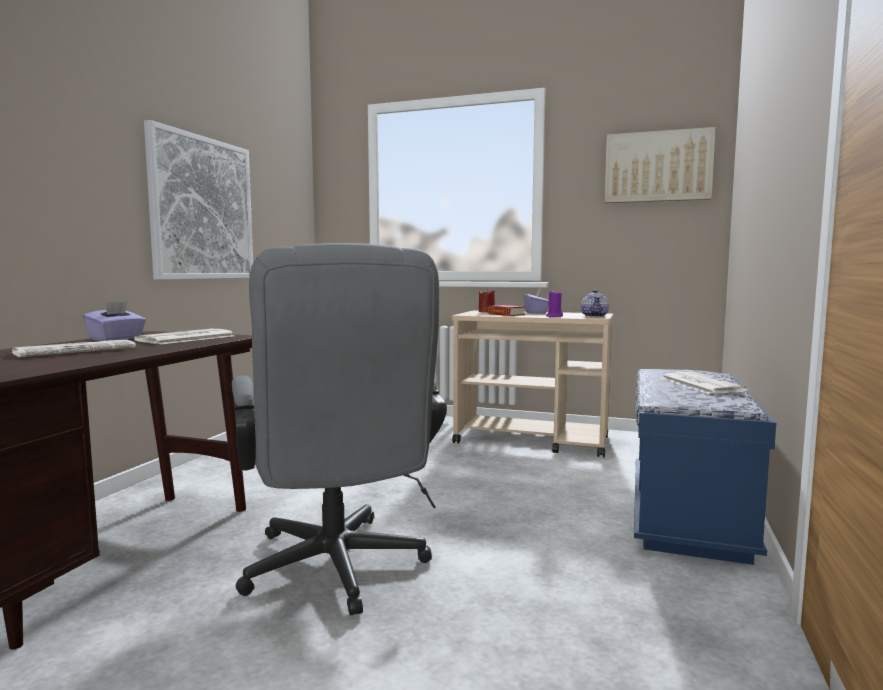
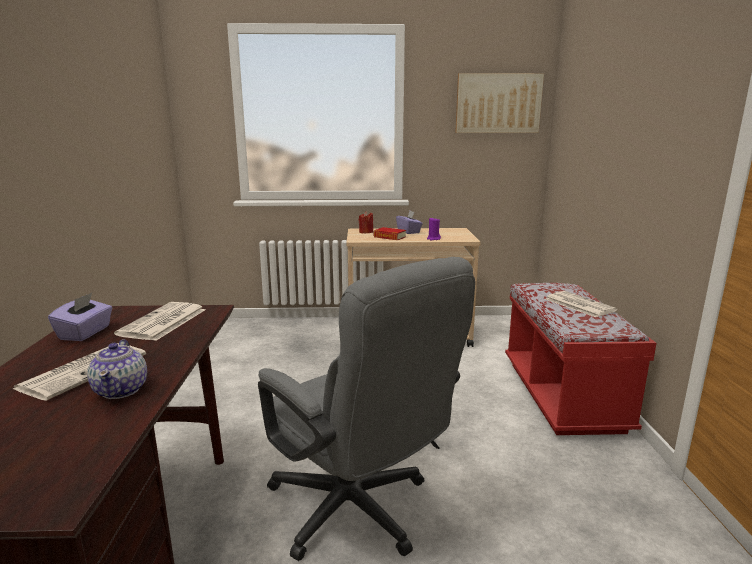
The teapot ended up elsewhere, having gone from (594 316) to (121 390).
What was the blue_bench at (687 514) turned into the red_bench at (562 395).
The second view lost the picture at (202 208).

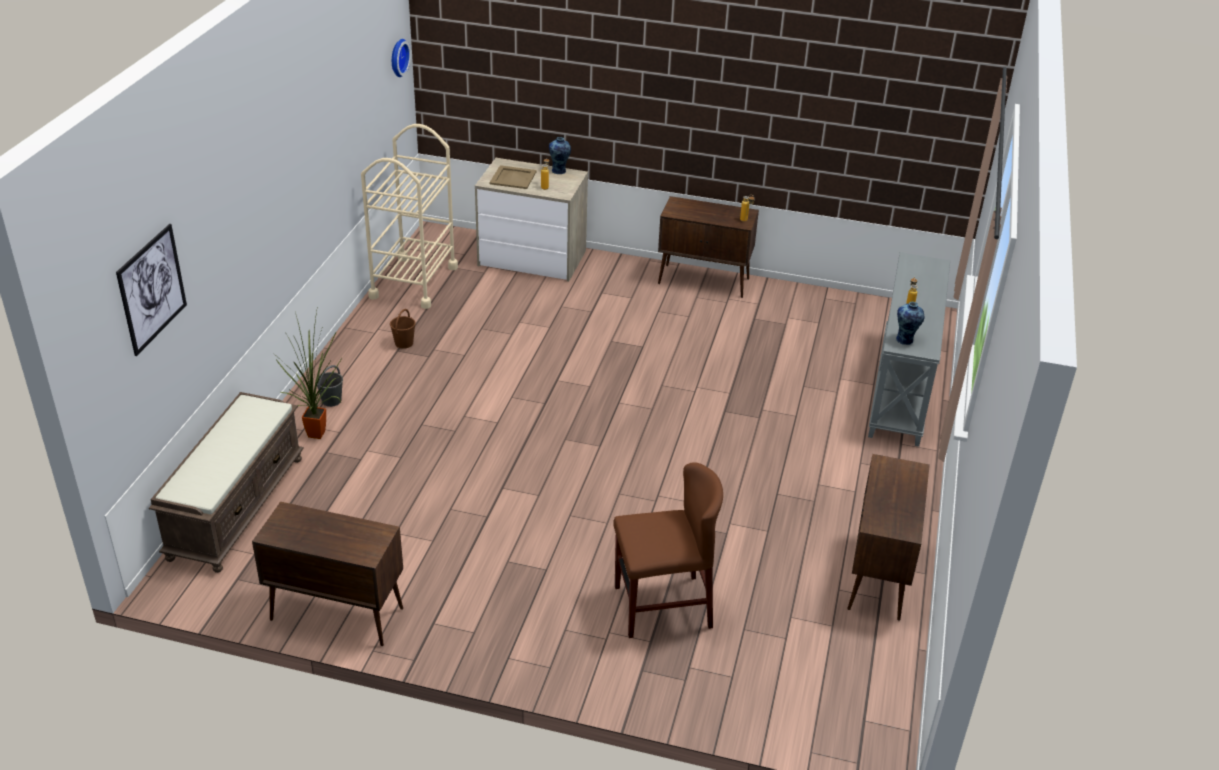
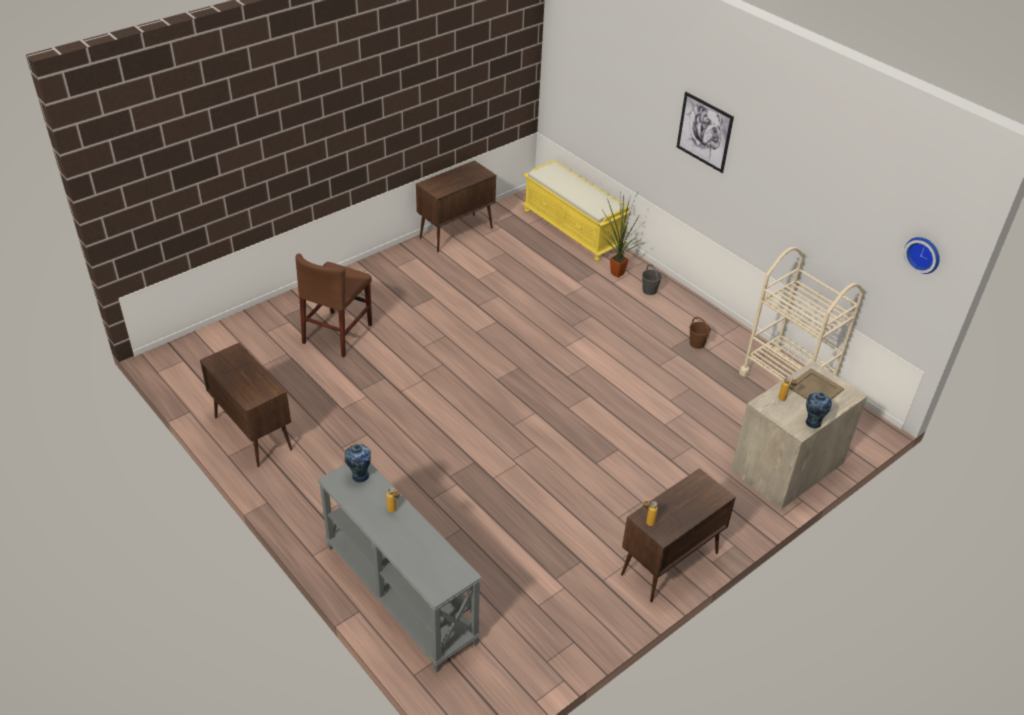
What was the brown_bench at (236 506) turned into the yellow_bench at (573 229).
The picture ended up elsewhere, having gone from (152 289) to (704 132).

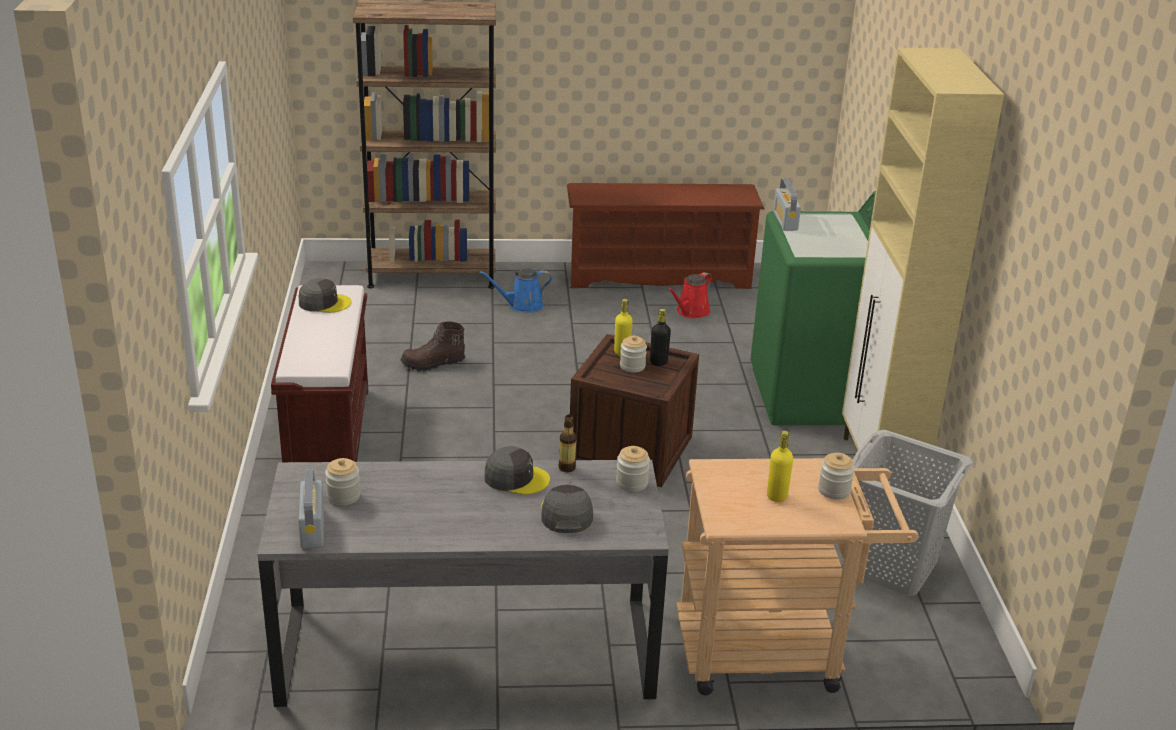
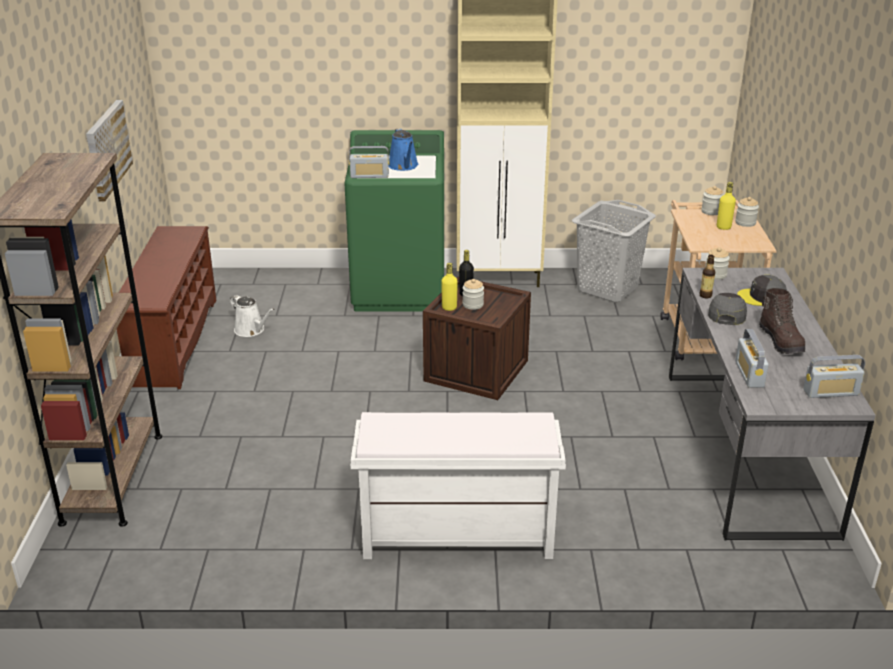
The second view gained the picture at (107 149).
What was the red_watering_can at (691 312) turned into the white_watering_can at (251 330).
What was the brown_bench at (328 436) turned into the white_bench at (455 536).
The blue_watering_can ended up elsewhere, having gone from (522 305) to (404 166).
The jar ended up elsewhere, having gone from (343 496) to (745 223).
The second view gained the radio at (749 374).
The brown_boot ended up elsewhere, having gone from (433 364) to (781 341).
The second view lost the grey_cap at (324 303).

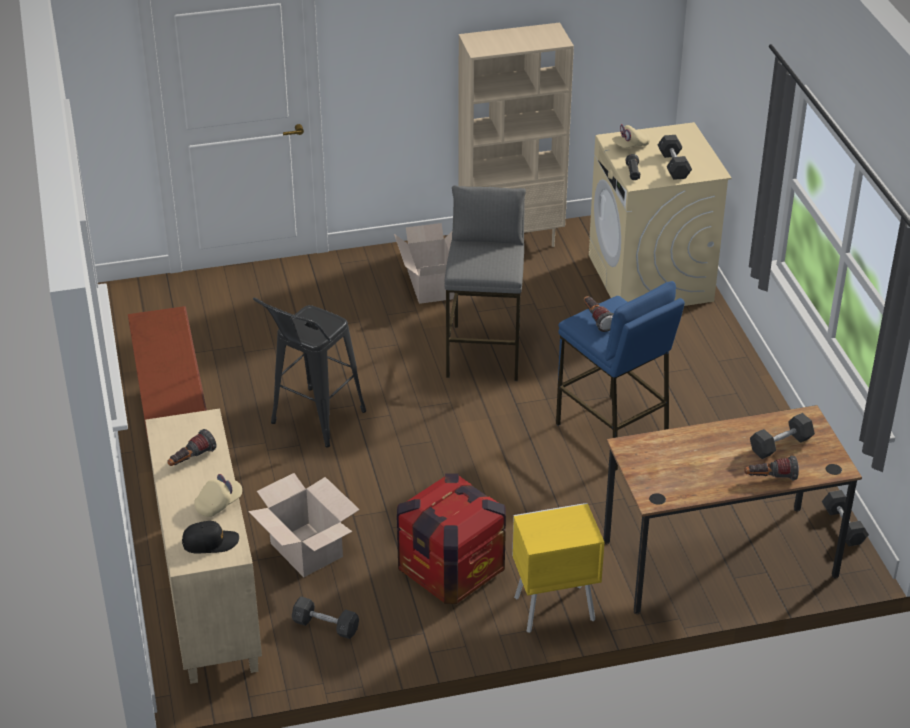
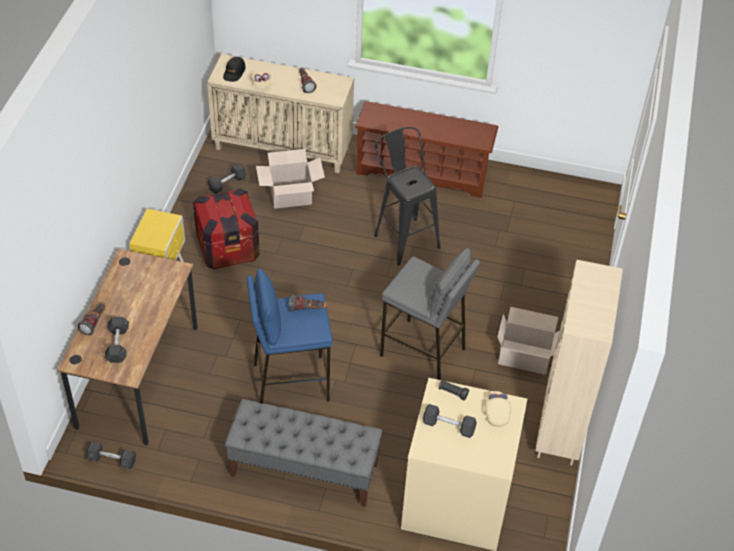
The second view gained the grey_bench at (303 470).

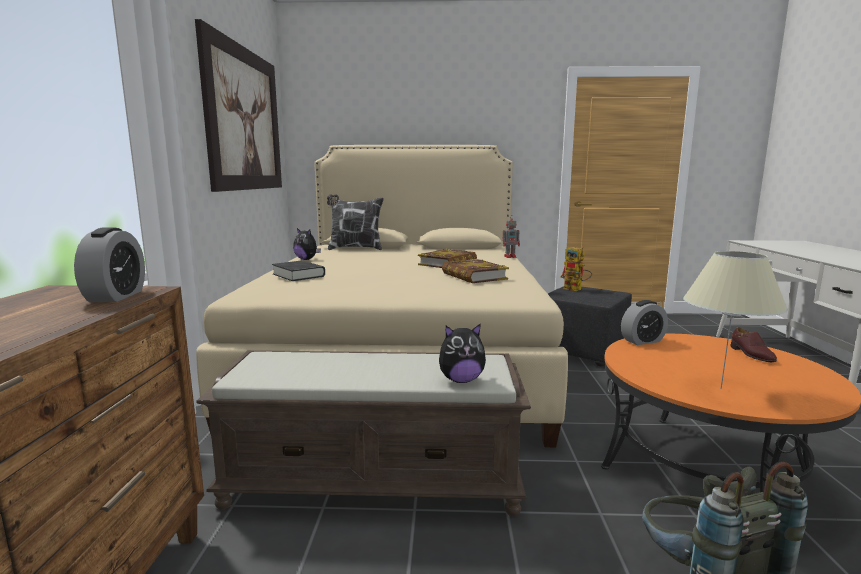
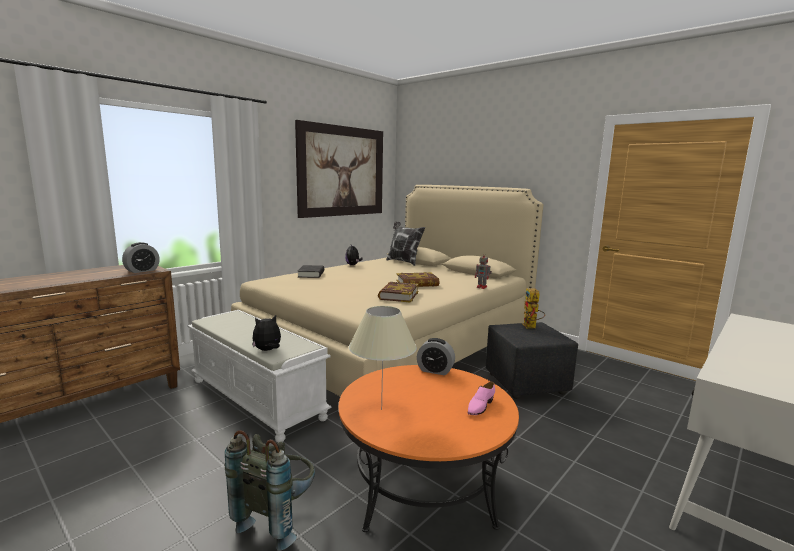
What was the brown_bench at (375 481) turned into the white_bench at (258 398).
The plush_toy at (461 380) ended up facing another way, 120 degrees clockwise from before.
What was the brown_shoe at (751 354) turned into the pink_shoe at (480 406).

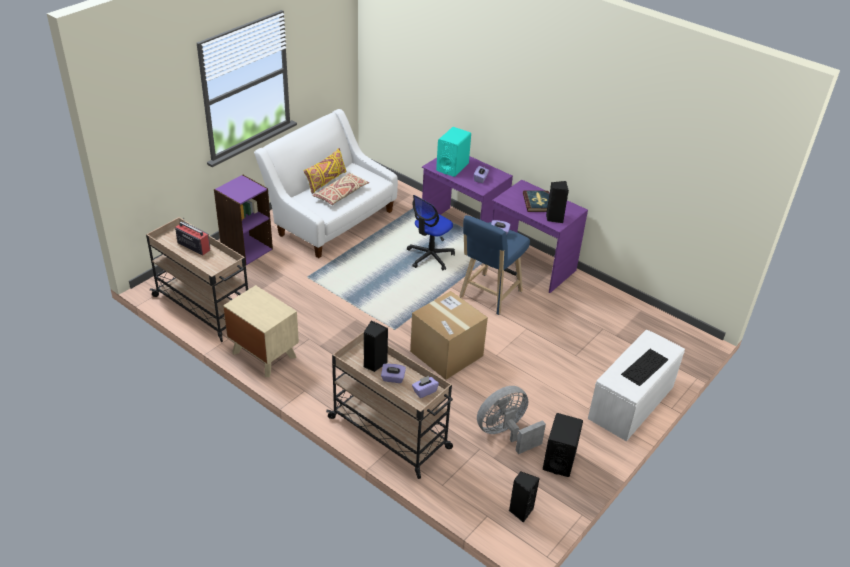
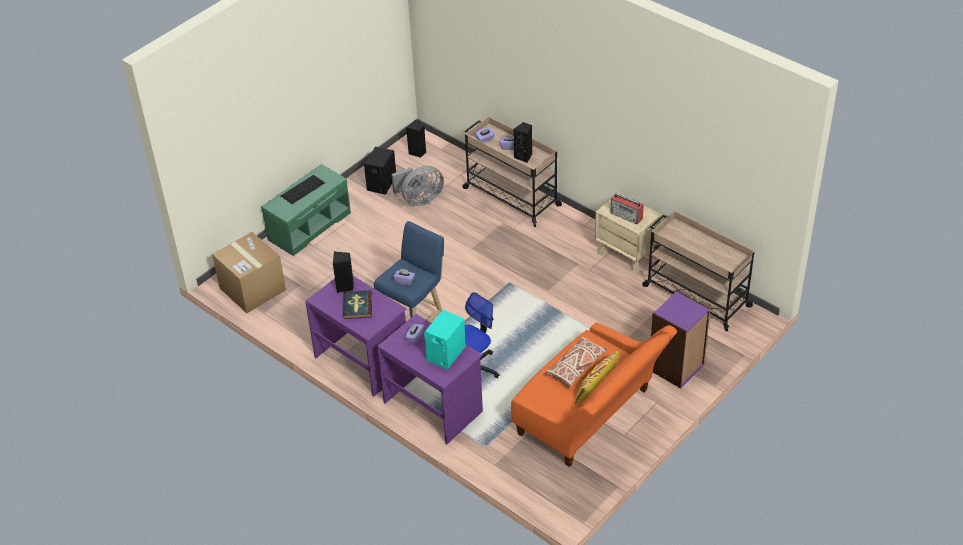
The cardboard_box ended up elsewhere, having gone from (446 353) to (252 289).
What was the white_bench at (631 403) turned into the green_bench at (309 225).
What was the white_sofa at (331 220) turned into the orange_sofa at (590 416).
The radio ended up elsewhere, having gone from (193 246) to (626 216).

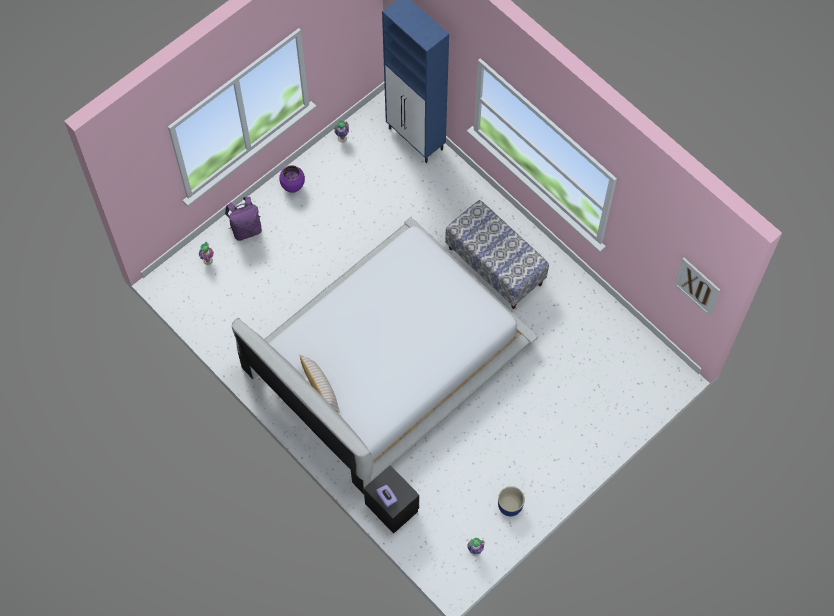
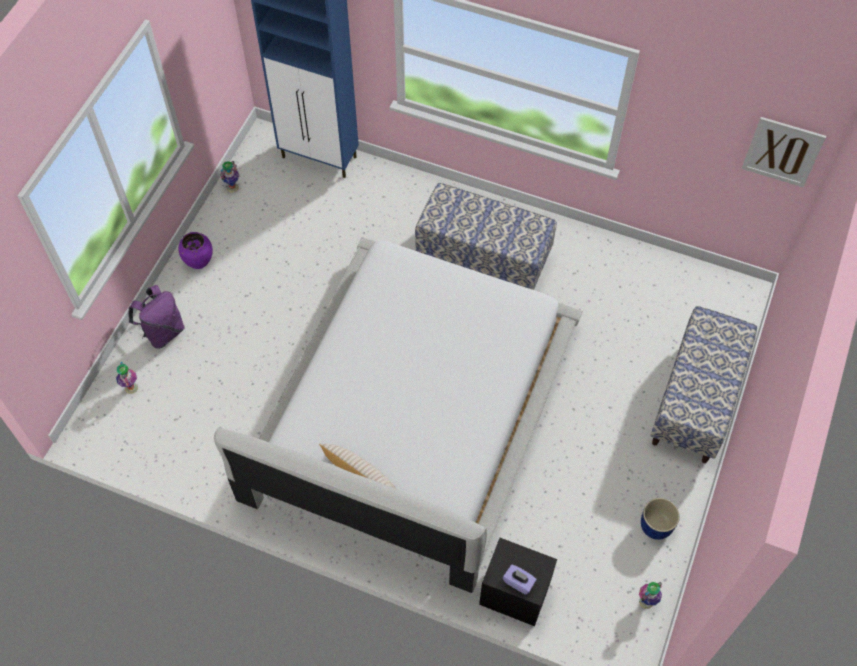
The second view gained the bench at (696 400).

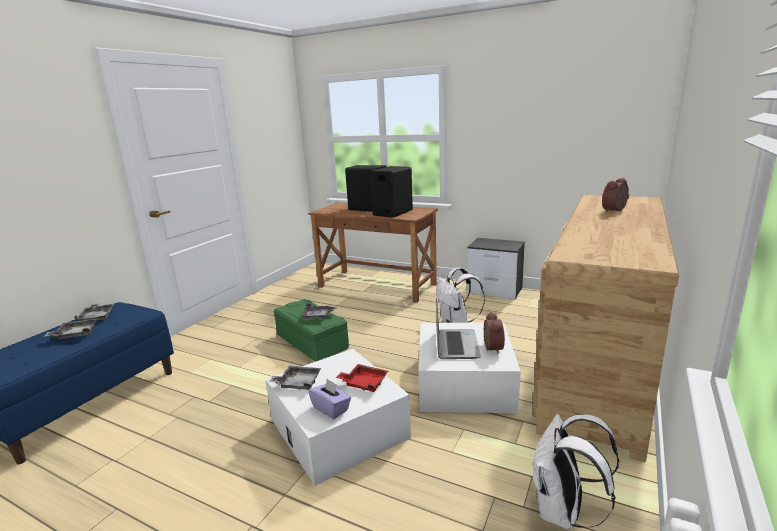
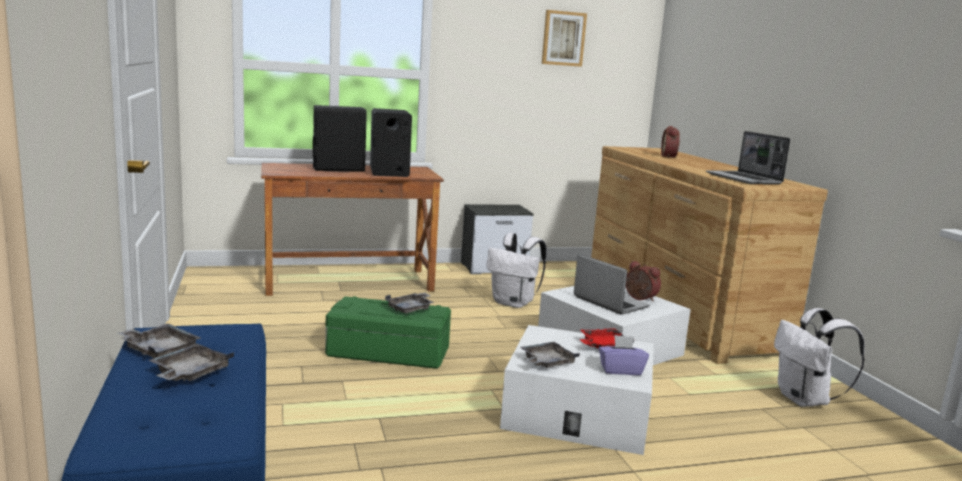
The second view gained the picture at (563 38).
The second view gained the laptop at (744 179).

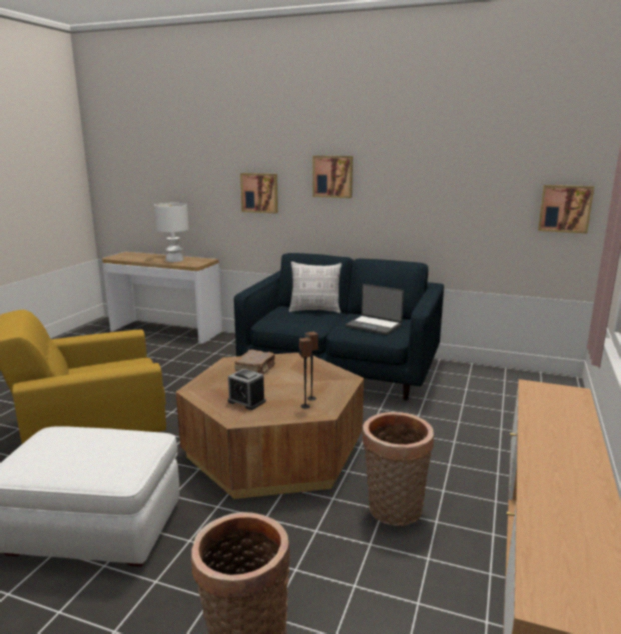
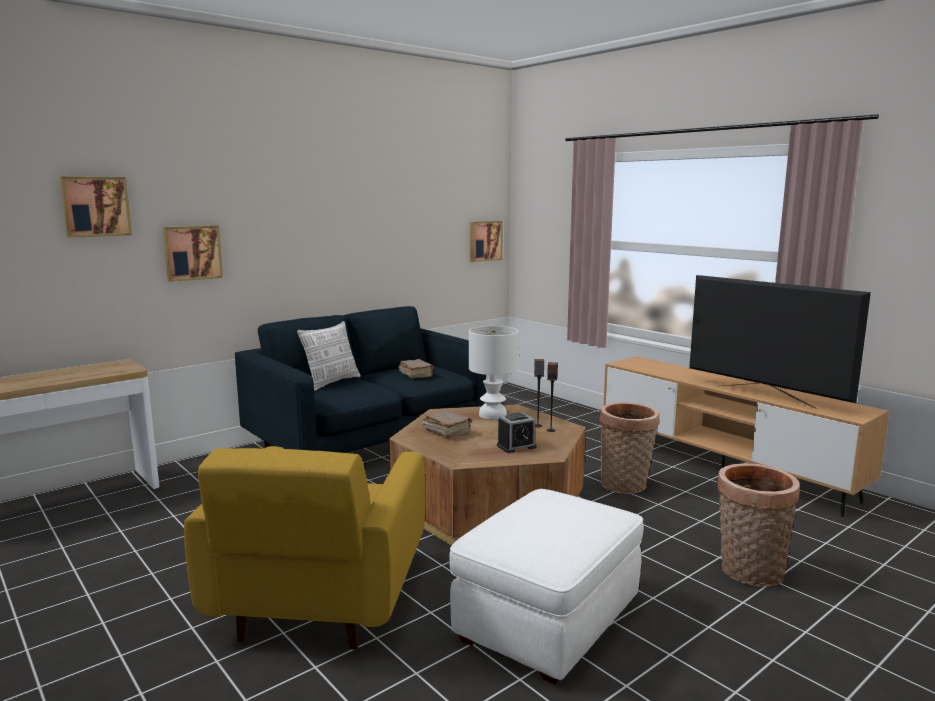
The picture ended up elsewhere, having gone from (333 176) to (96 206).
Where the laptop stood at (374 326), the brown_book came to stand at (416 375).
The white_table_lamp ended up elsewhere, having gone from (175 260) to (492 415).
The second view gained the television at (764 396).

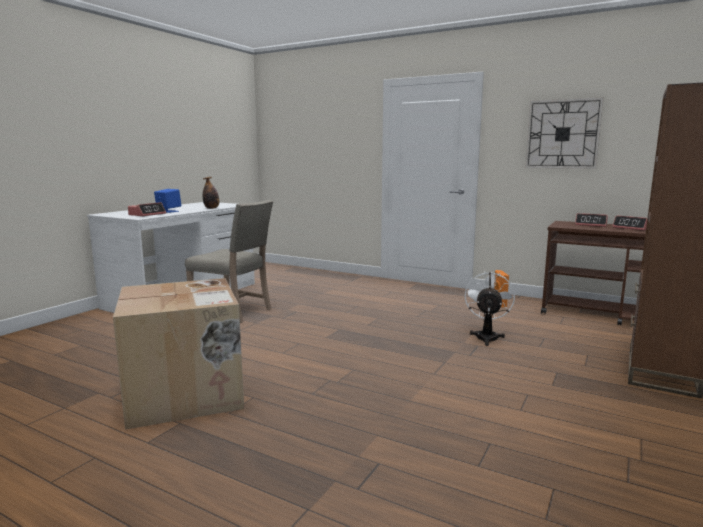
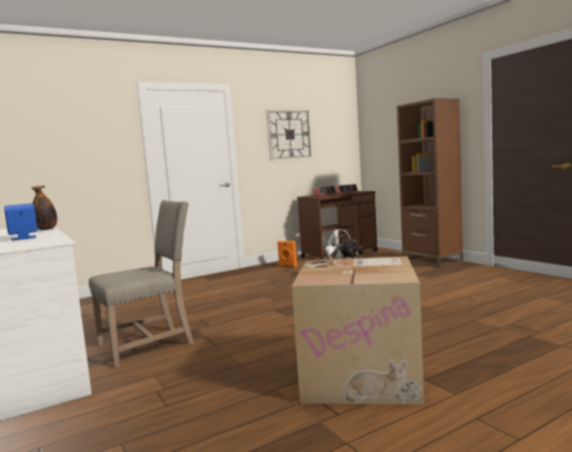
The second view lost the alarm_clock at (147 214).

